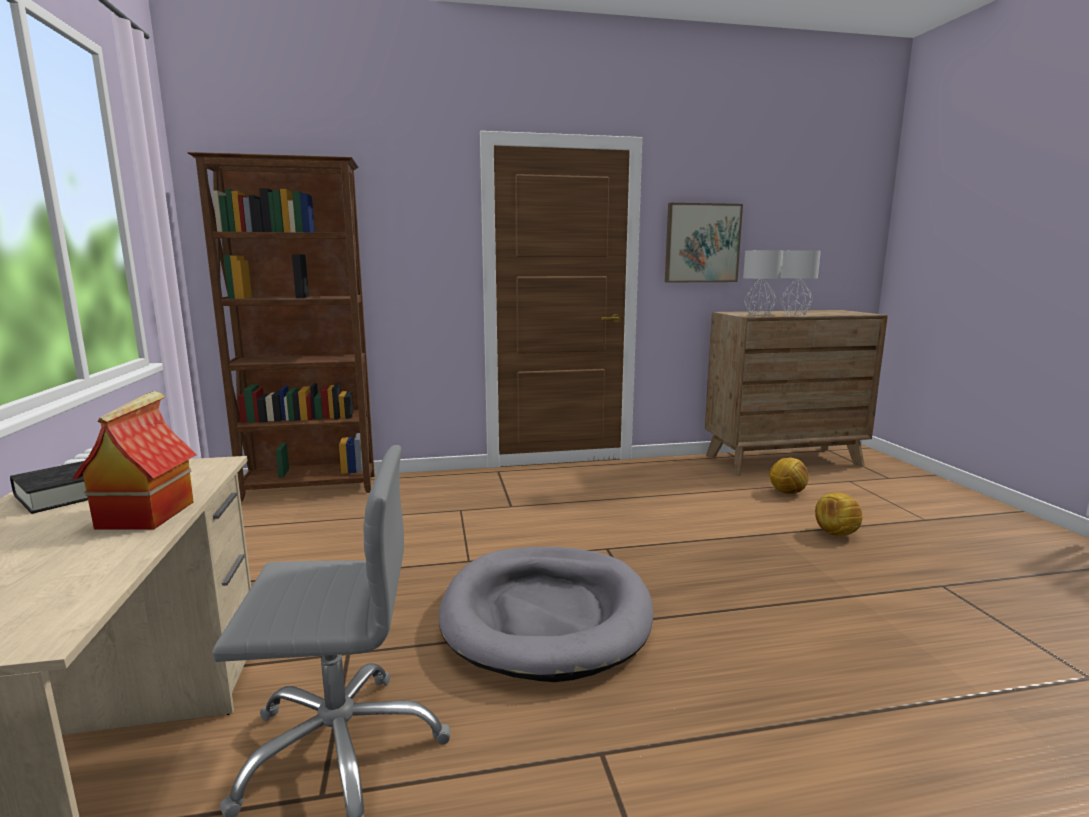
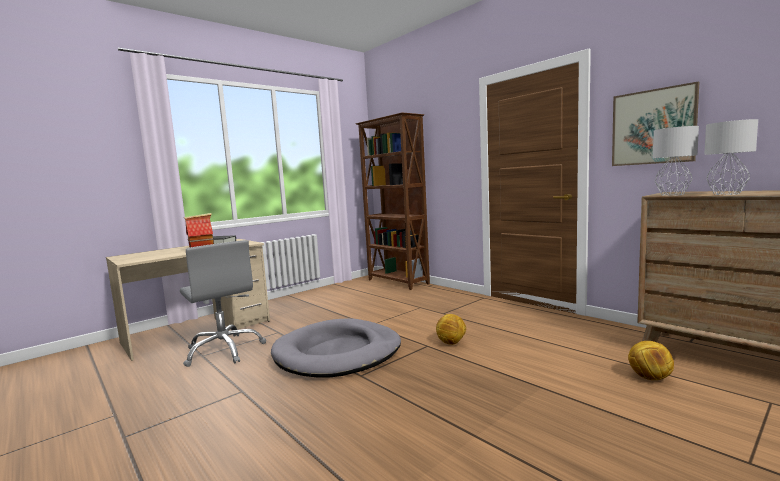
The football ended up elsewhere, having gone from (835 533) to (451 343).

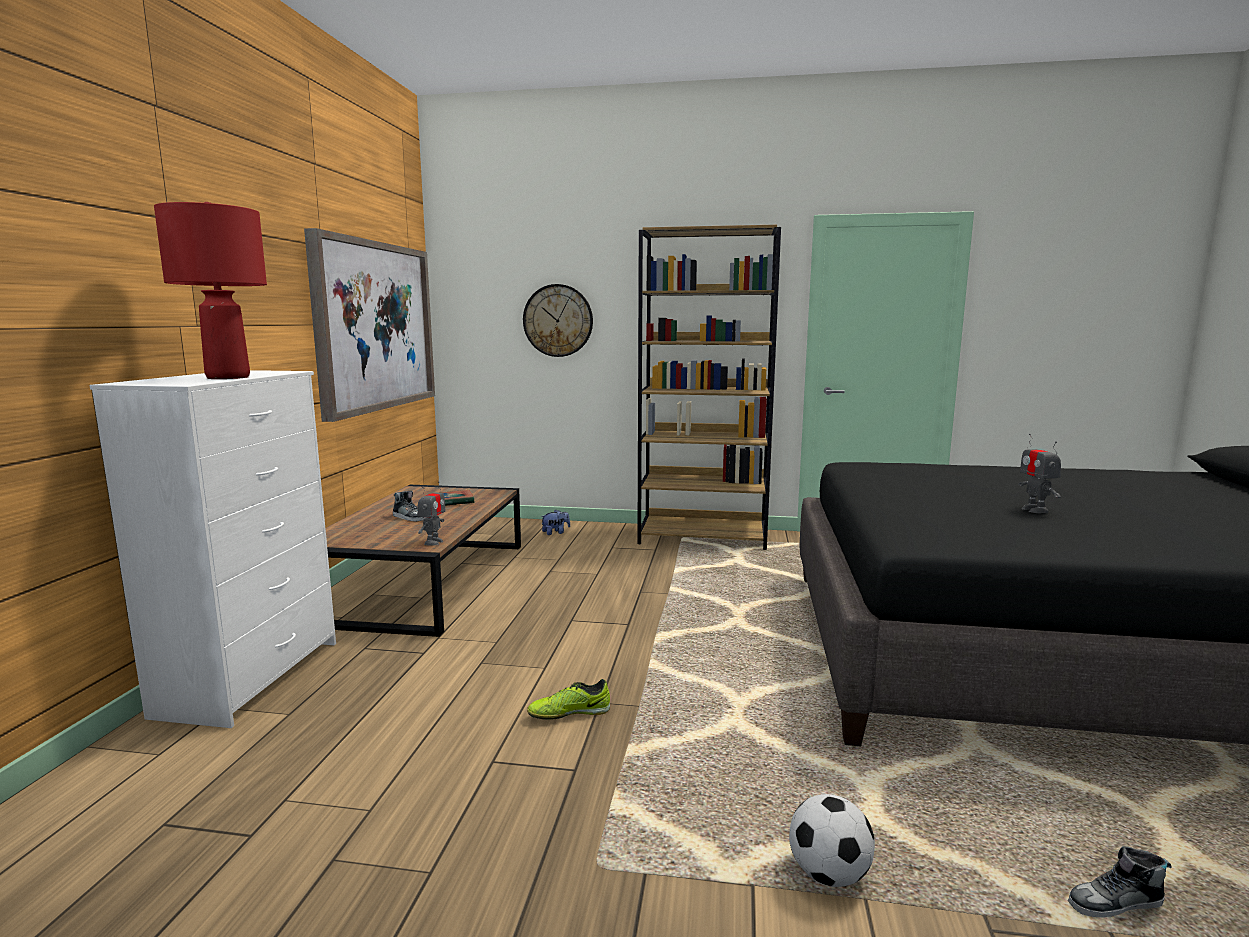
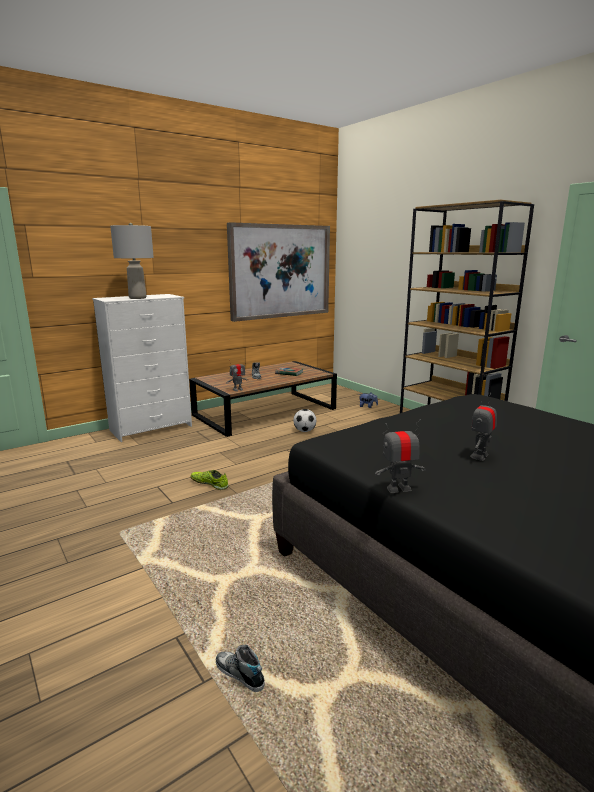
What was the red_table_lamp at (228 377) turned into the grey_table_lamp at (137 298).
The football ended up elsewhere, having gone from (828 874) to (304 431).
The second view gained the toy_robot at (398 489).
The second view lost the wall_clock at (558 320).

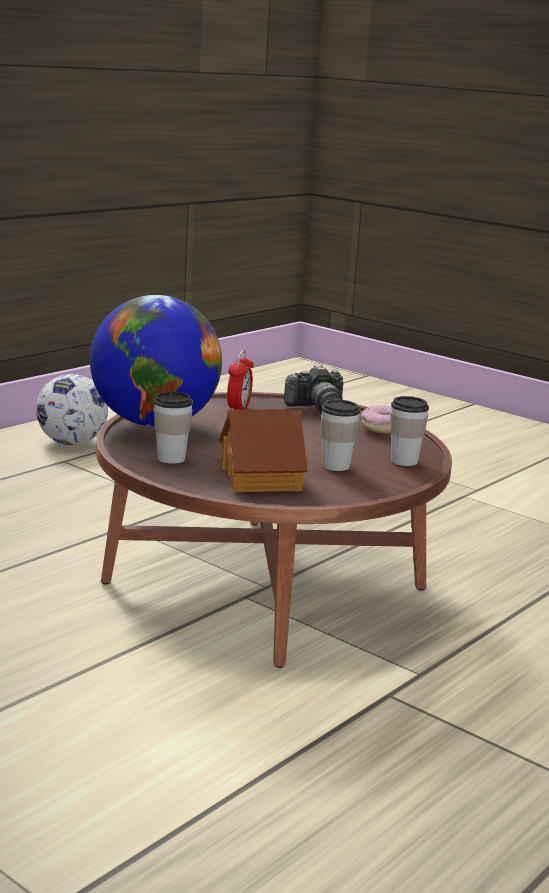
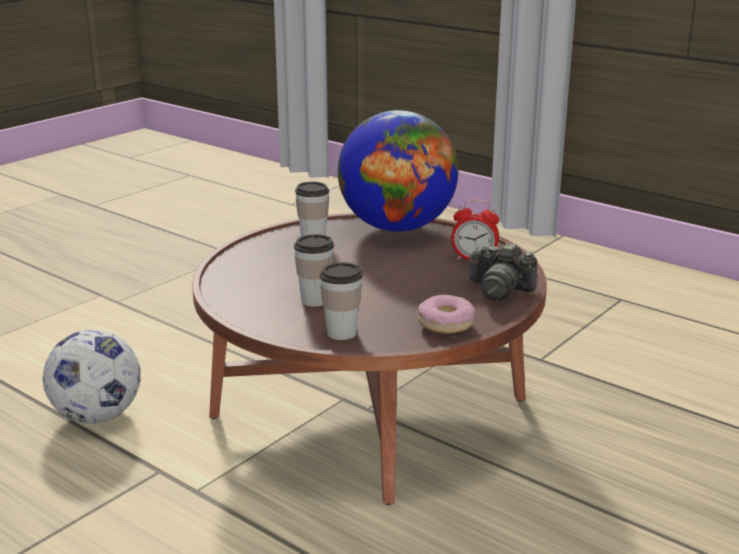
The football ended up elsewhere, having gone from (71 443) to (97 416).
The photo_camera at (317 407) ended up facing another way, 45 degrees counterclockwise from before.
The second view lost the toy_house at (262 478).

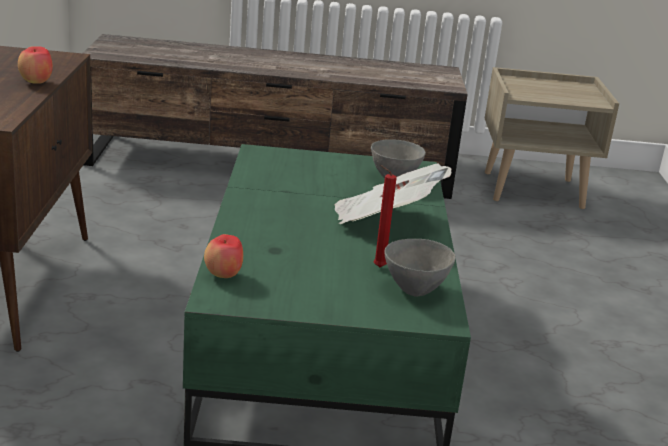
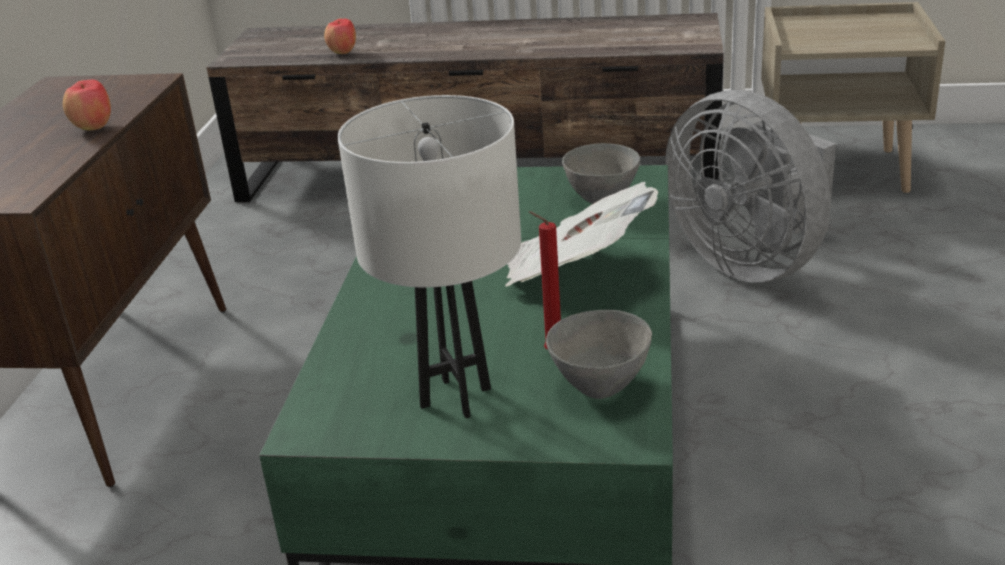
The apple ended up elsewhere, having gone from (223 275) to (343 53).
The second view gained the white_table_lamp at (455 398).
The second view gained the grey_fan at (751 262).

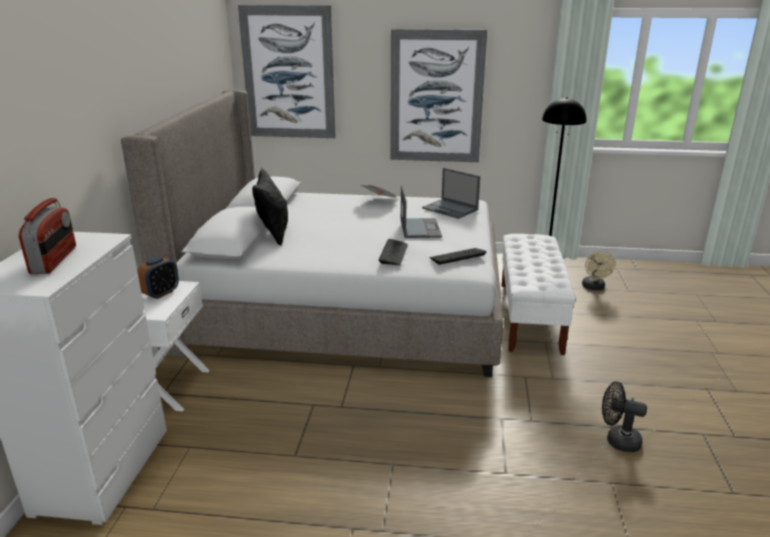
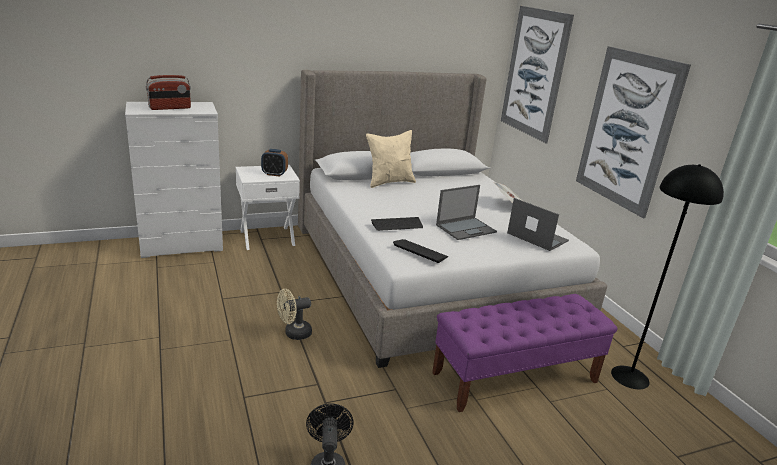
The beige_fan ended up elsewhere, having gone from (594 287) to (293 333).
What was the black_pillow at (273 234) turned into the beige_pillow at (389 182).
What was the white_bench at (529 316) turned into the purple_bench at (515 377).
The laptop at (450 209) ended up facing another way, 120 degrees clockwise from before.

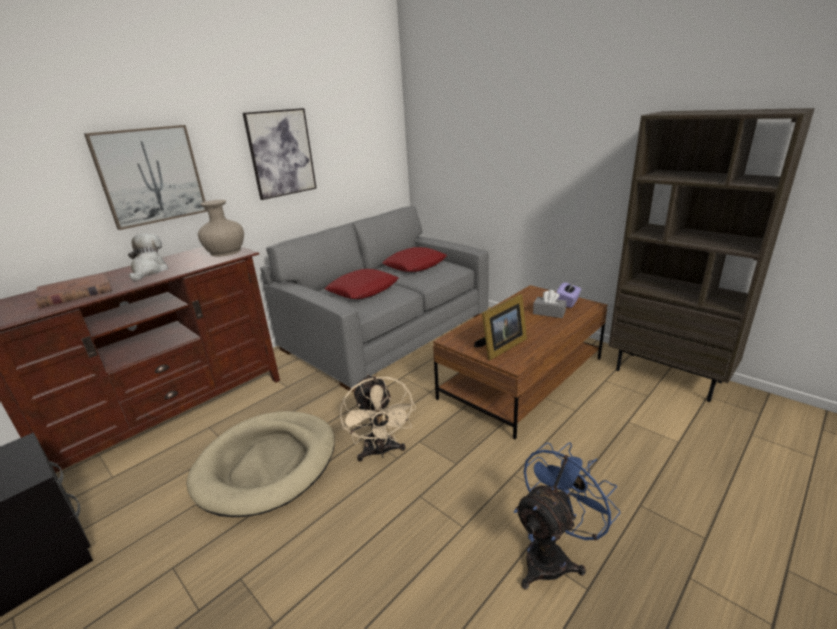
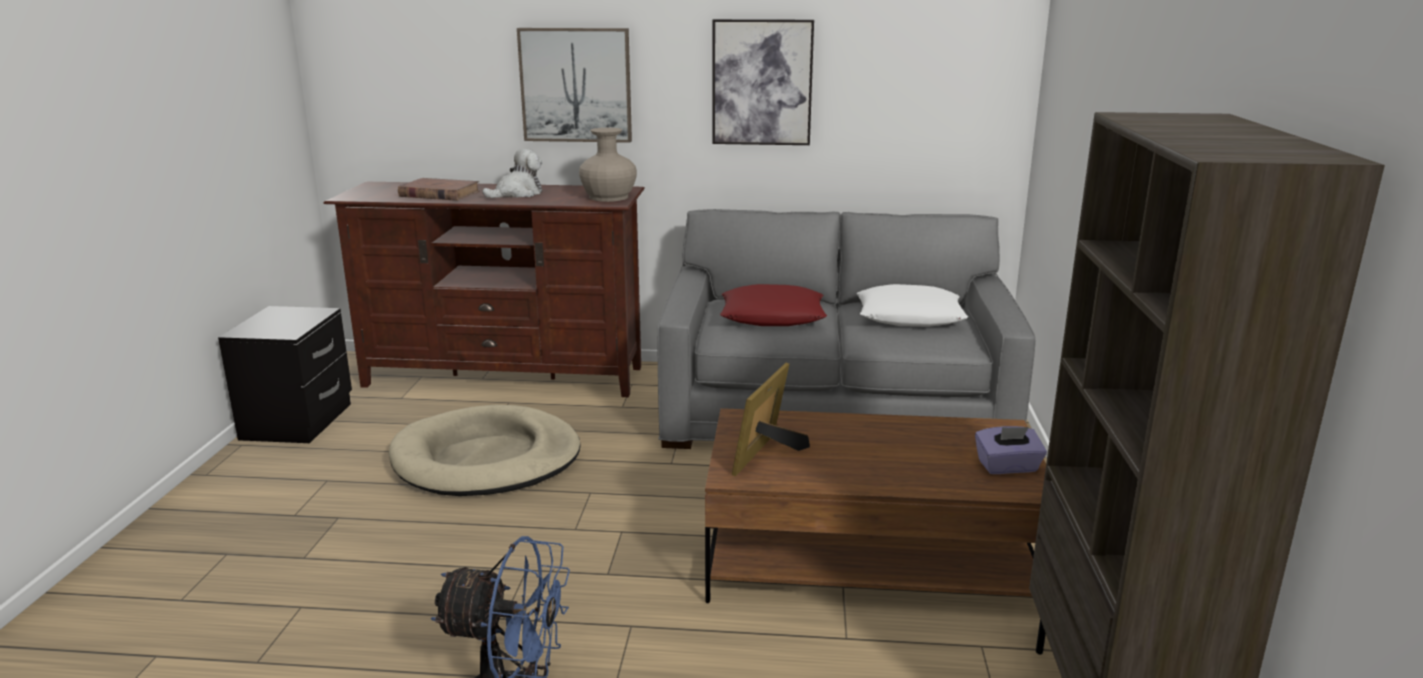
The picture_frame at (501 347) ended up facing another way, 105 degrees clockwise from before.
What was the red_pillow at (415 265) turned into the white_pillow at (910 316).
The second view lost the beige_fan at (381 452).
The second view lost the grey_tissue_box at (549 313).

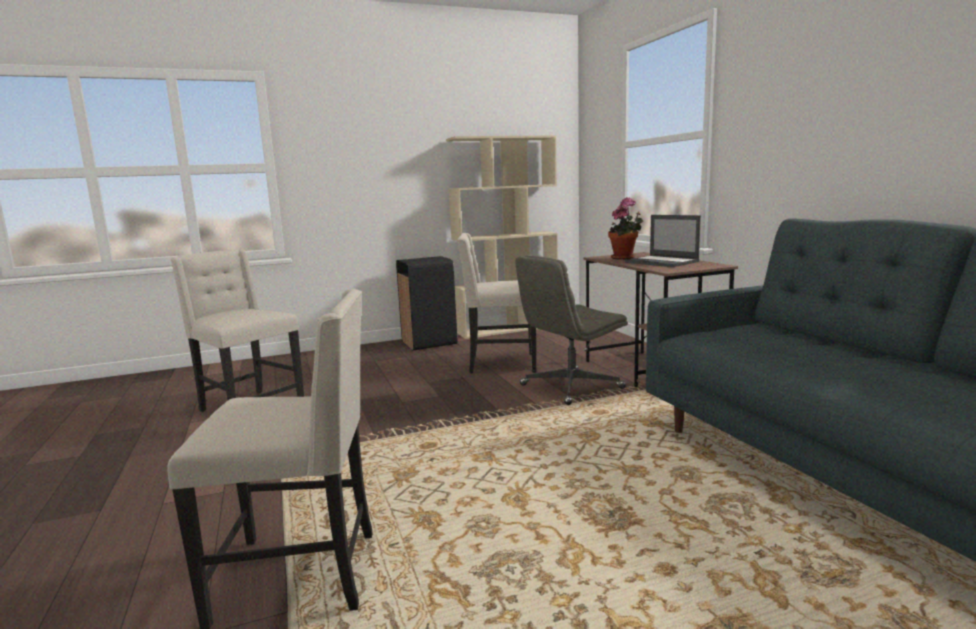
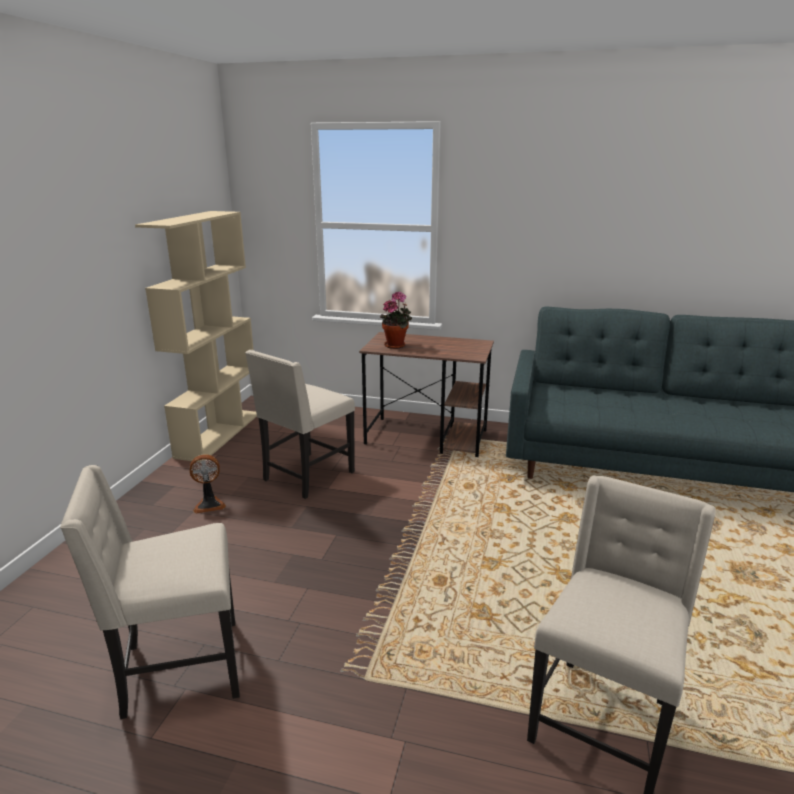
The second view gained the fan at (209 504).
The second view lost the black_trash_can at (429 343).
The second view lost the grey_office_chair at (570 387).
The second view lost the laptop at (662 262).

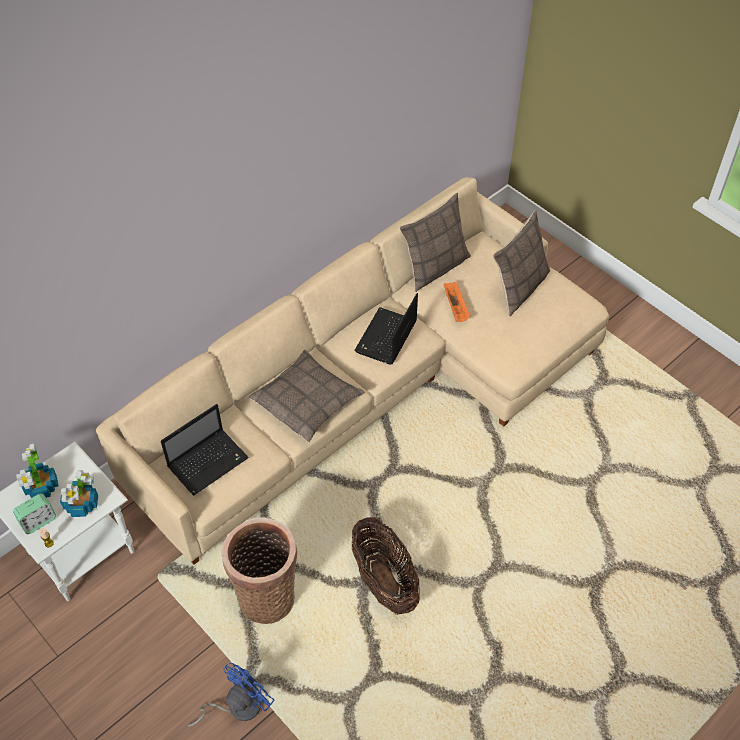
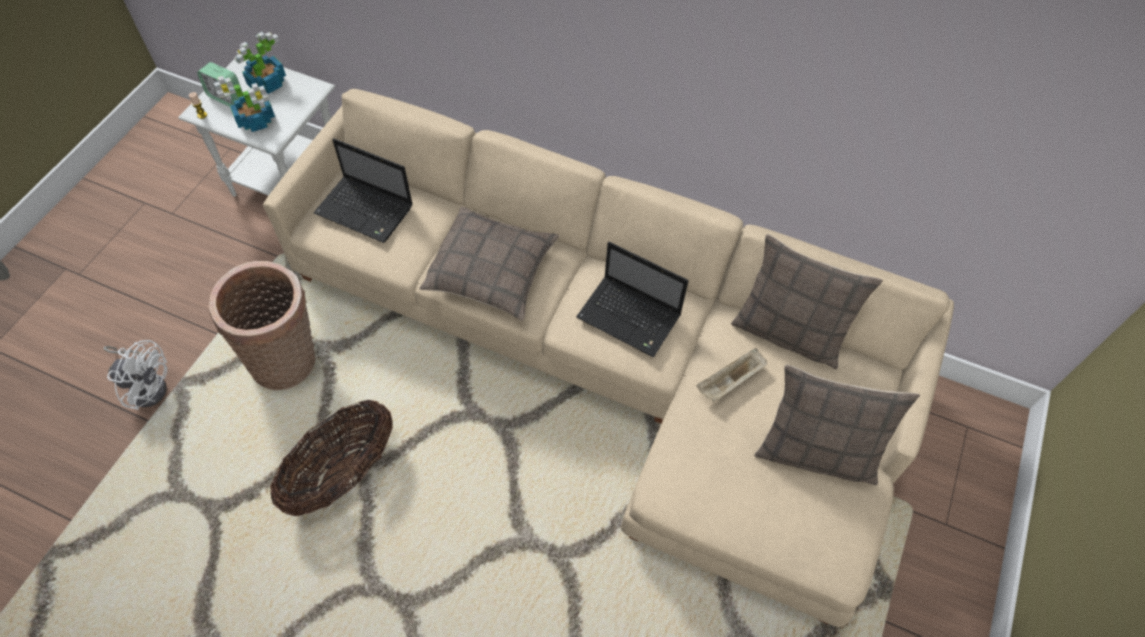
What was the blue_fan at (237 706) turned into the white_fan at (147 385).
The laptop at (386 338) ended up facing another way, 150 degrees counterclockwise from before.
What was the orange_tray at (456 308) turned into the beige_tray at (729 382).

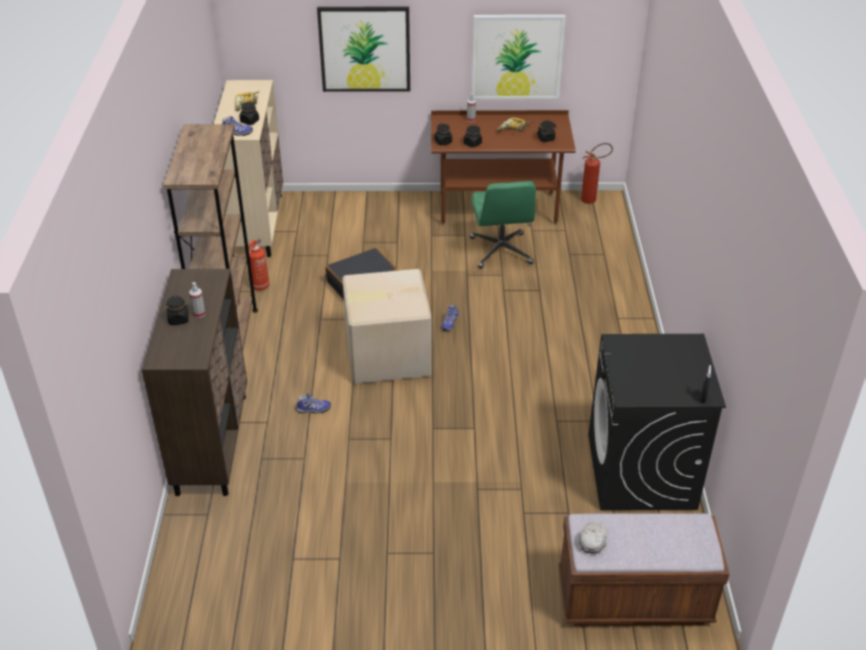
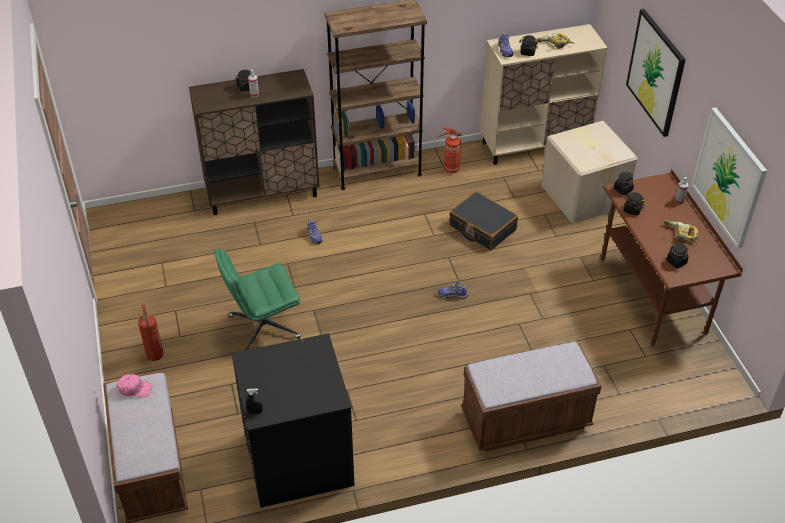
What was the white_cap at (592 540) turned into the pink_cap at (135 389).
The fire_extinguisher ended up elsewhere, having gone from (592 199) to (155 358).
The green_office_chair ended up elsewhere, having gone from (501 251) to (263 328).
The second view gained the brown_bench at (525 420).
The cardboard_box ended up elsewhere, having gone from (386 354) to (584 195).

